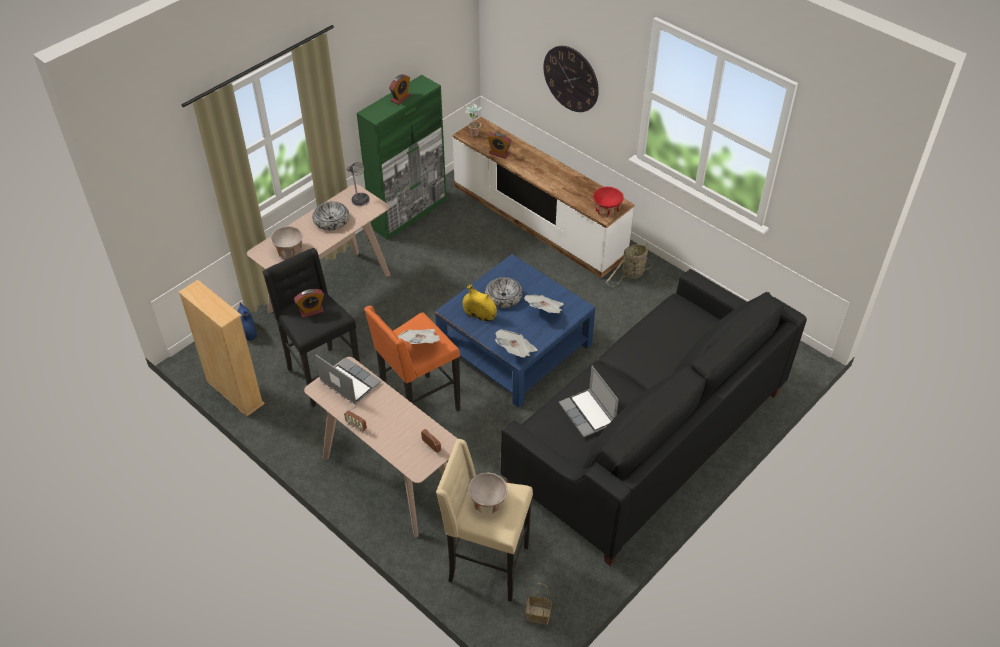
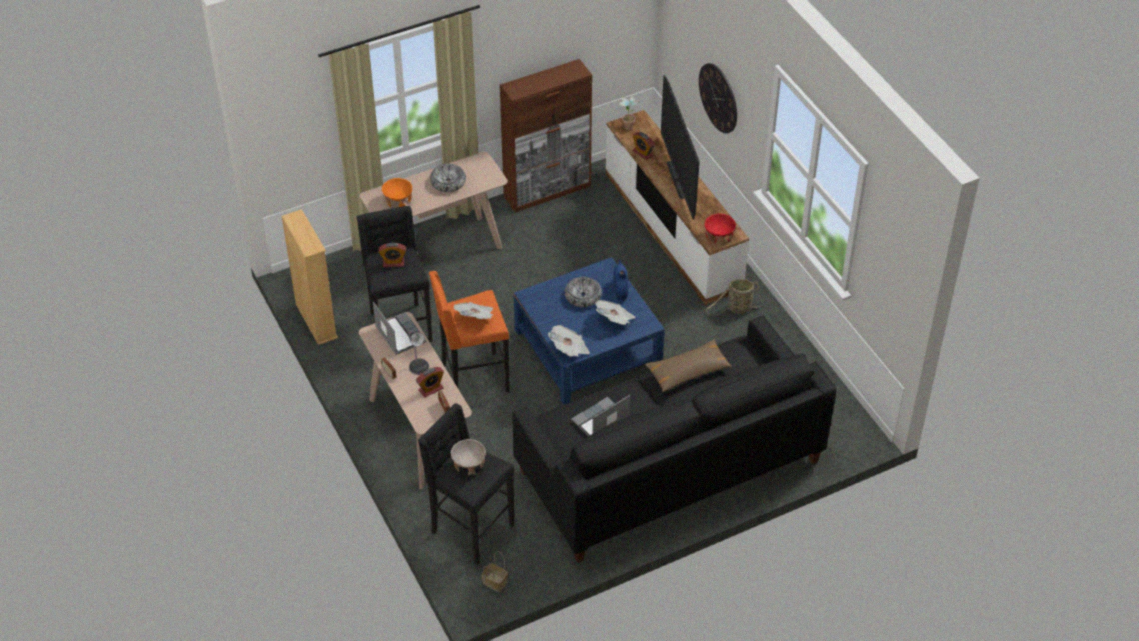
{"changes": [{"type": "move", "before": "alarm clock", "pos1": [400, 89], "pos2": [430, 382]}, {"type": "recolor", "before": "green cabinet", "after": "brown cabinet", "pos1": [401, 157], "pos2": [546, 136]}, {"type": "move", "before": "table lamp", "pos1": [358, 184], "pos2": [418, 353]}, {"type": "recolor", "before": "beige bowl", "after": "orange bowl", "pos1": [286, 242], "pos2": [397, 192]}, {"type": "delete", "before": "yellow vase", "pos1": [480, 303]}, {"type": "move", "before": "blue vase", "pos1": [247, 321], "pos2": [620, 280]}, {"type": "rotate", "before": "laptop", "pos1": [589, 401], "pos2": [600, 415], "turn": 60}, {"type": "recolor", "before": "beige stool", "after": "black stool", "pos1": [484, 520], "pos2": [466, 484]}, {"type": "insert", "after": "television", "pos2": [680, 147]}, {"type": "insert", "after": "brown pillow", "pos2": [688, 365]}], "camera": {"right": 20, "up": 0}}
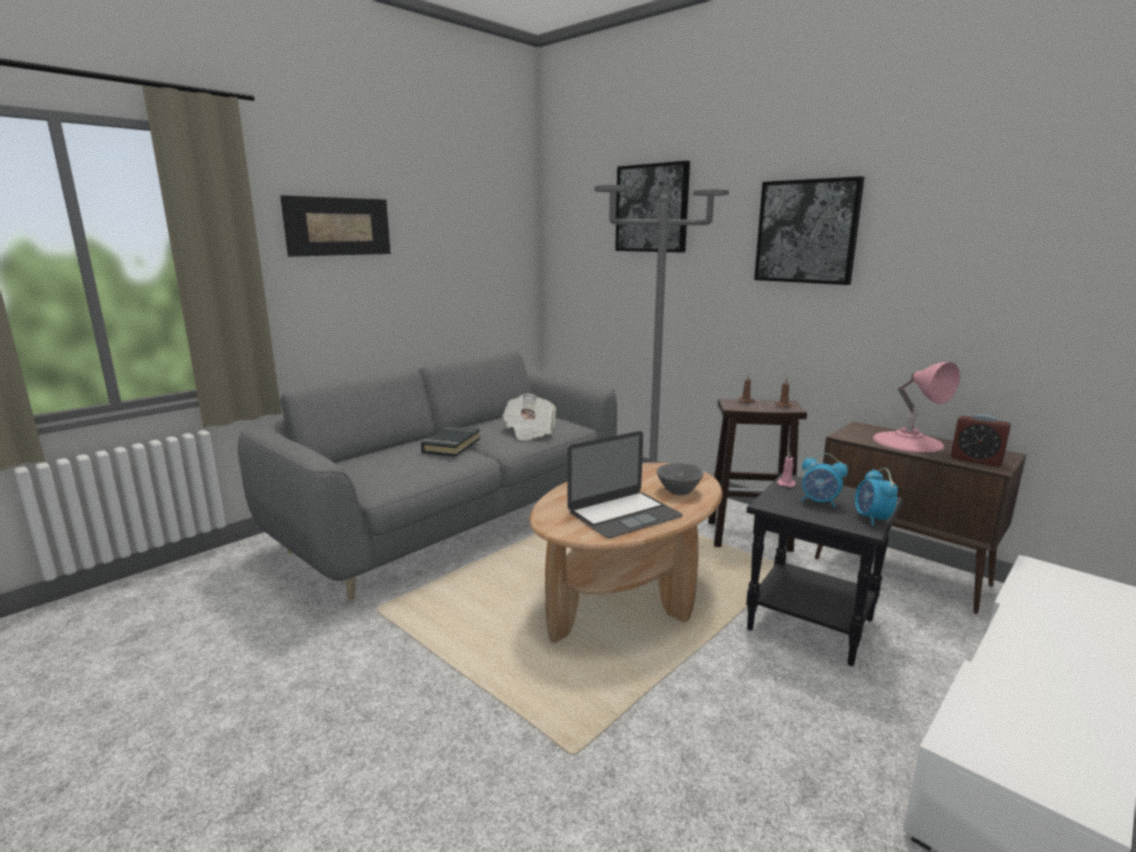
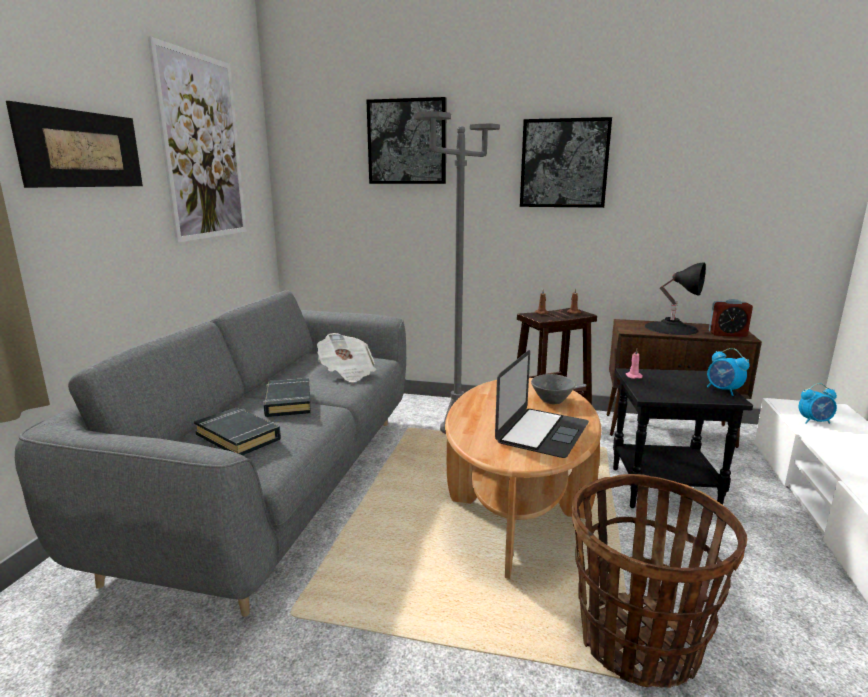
{"changes": [{"type": "recolor", "before": "pink table lamp", "after": "black table lamp", "pos1": [916, 407], "pos2": [675, 298]}, {"type": "move", "before": "alarm clock", "pos1": [824, 480], "pos2": [818, 403]}, {"type": "insert", "after": "picture", "pos2": [197, 139]}, {"type": "insert", "after": "black book", "pos2": [237, 431]}, {"type": "insert", "after": "basket", "pos2": [660, 581]}], "camera": {"right": -30, "up": 0}}
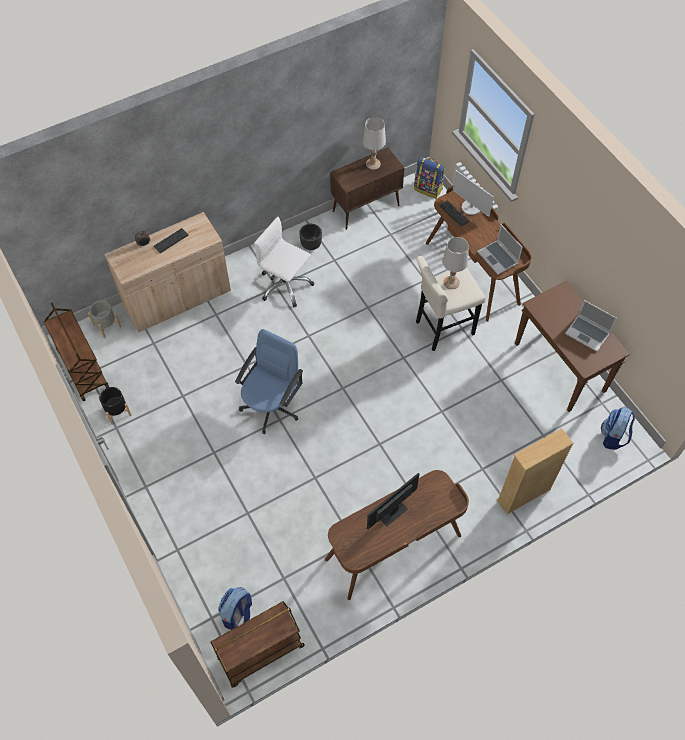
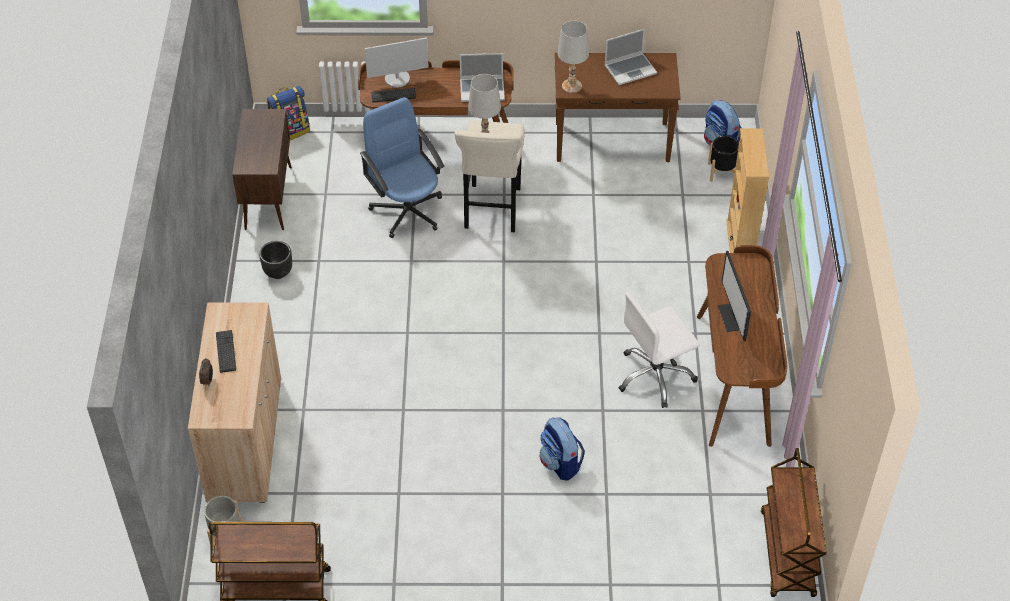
{"changes": [{"type": "move", "before": "white table lamp", "pos1": [374, 143], "pos2": [573, 56]}, {"type": "move", "before": "white office chair", "pos1": [284, 262], "pos2": [659, 350]}, {"type": "move", "before": "blue office chair", "pos1": [269, 381], "pos2": [402, 167]}, {"type": "move", "before": "black planter", "pos1": [115, 406], "pos2": [723, 159]}, {"type": "move", "before": "backpack", "pos1": [235, 608], "pos2": [562, 449]}], "camera": {"right": -60, "up": -10}}
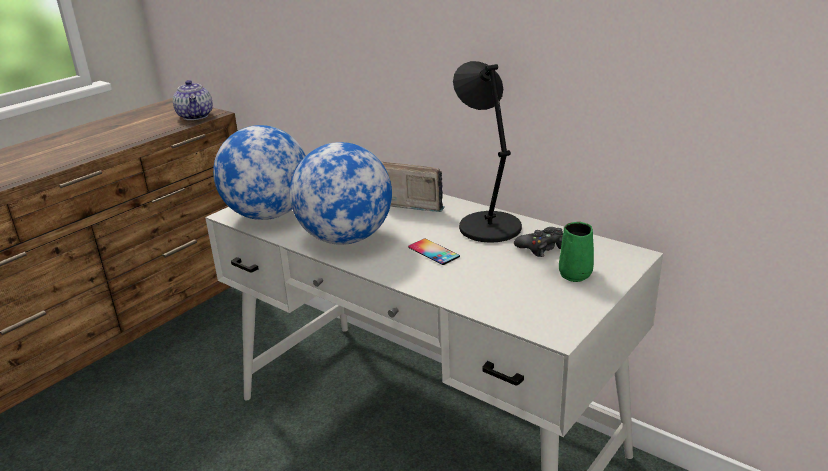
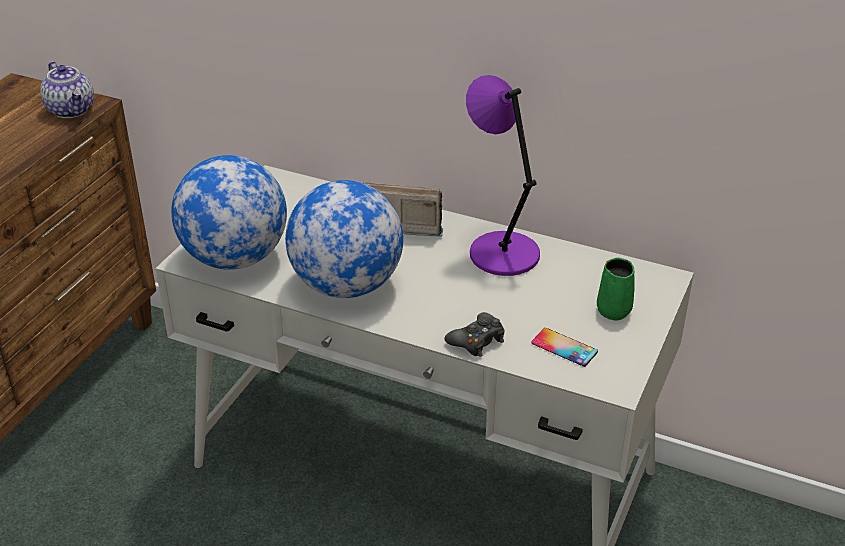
{"changes": [{"type": "recolor", "before": "black table lamp", "after": "purple table lamp", "pos1": [487, 152], "pos2": [503, 175]}, {"type": "move", "before": "black game controller", "pos1": [538, 242], "pos2": [474, 334]}, {"type": "move", "before": "phone", "pos1": [434, 251], "pos2": [564, 347]}], "camera": {"right": -15, "up": 10}}
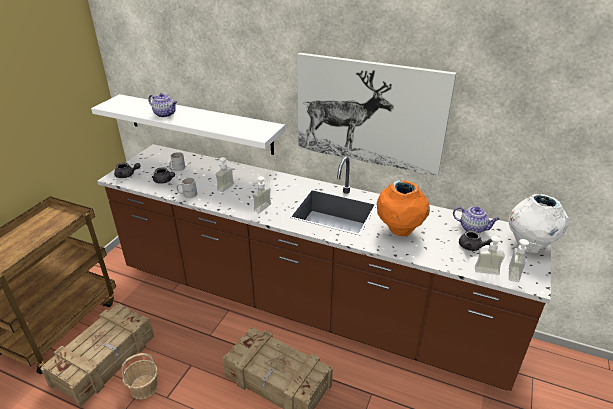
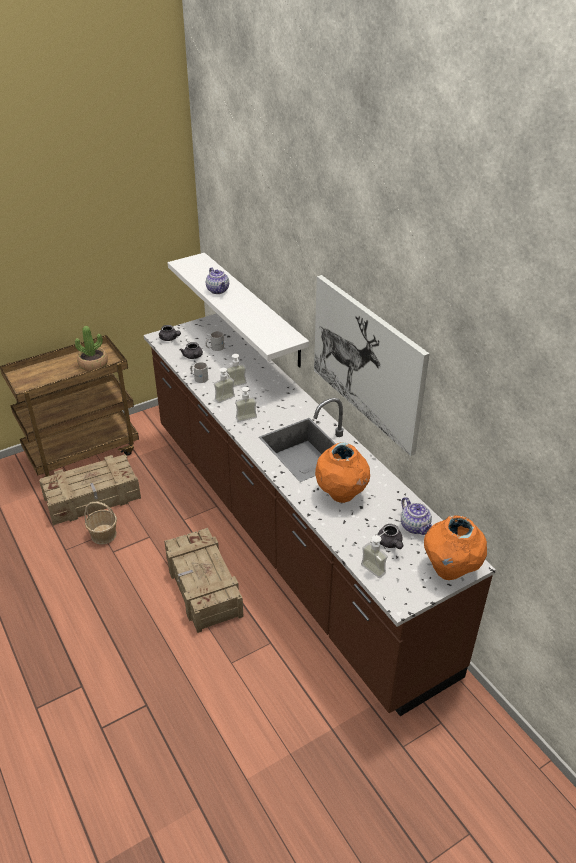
{"changes": [{"type": "recolor", "before": "white vase", "after": "orange vase", "pos1": [538, 223], "pos2": [455, 547]}, {"type": "move", "before": "soap dispenser", "pos1": [525, 260], "pos2": [224, 385]}, {"type": "insert", "after": "potted plant", "pos2": [91, 348]}], "camera": {"right": 35, "up": 5}}
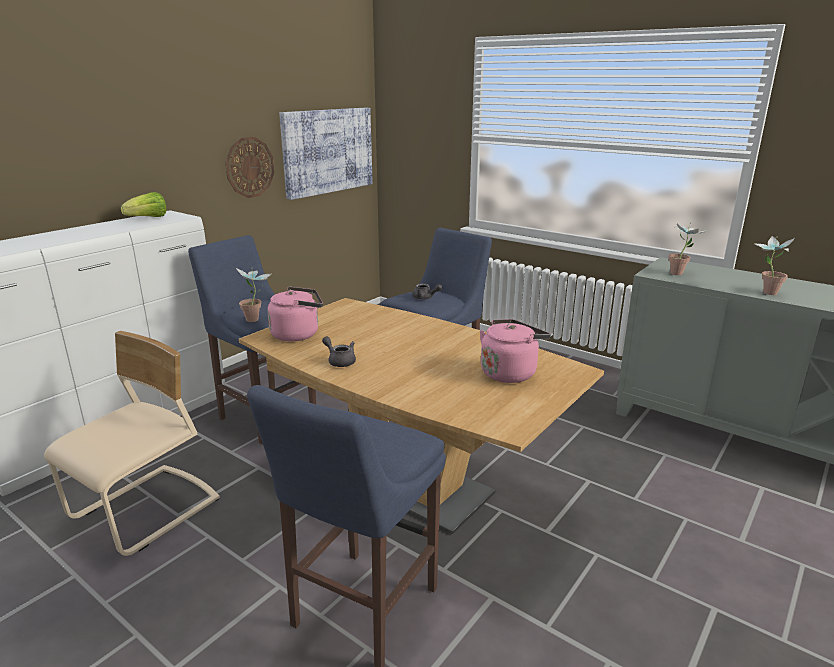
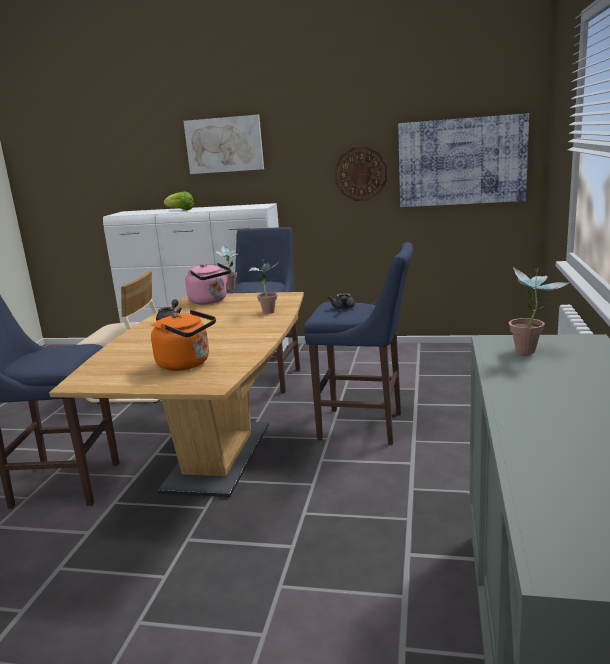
{"changes": [{"type": "move", "before": "lettuce", "pos1": [143, 204], "pos2": [179, 200]}, {"type": "move", "before": "potted plant", "pos1": [774, 265], "pos2": [264, 287]}, {"type": "recolor", "before": "pink kettle", "after": "orange kettle", "pos1": [515, 351], "pos2": [183, 340]}, {"type": "insert", "after": "picture", "pos2": [223, 144]}], "camera": {"right": 65, "up": -5}}
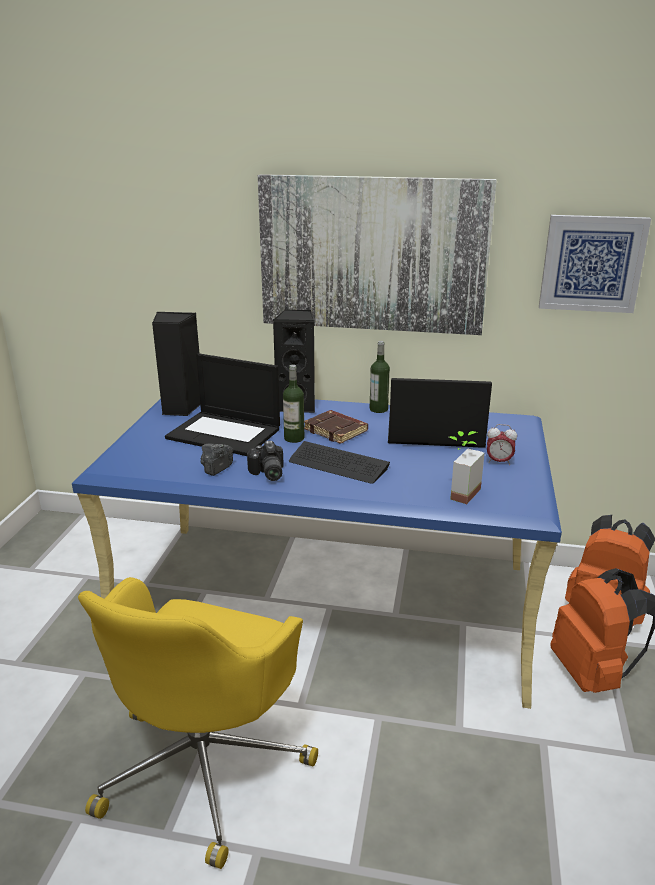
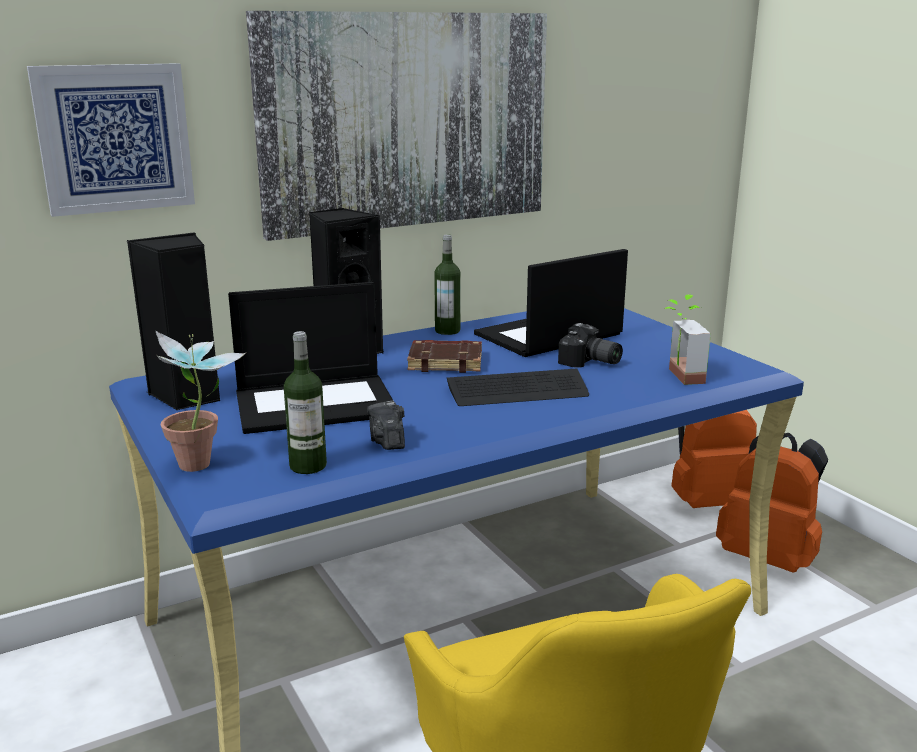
{"changes": [{"type": "move", "before": "picture", "pos1": [595, 264], "pos2": [111, 140]}, {"type": "move", "before": "bottle", "pos1": [293, 404], "pos2": [305, 402]}, {"type": "delete", "before": "alarm clock", "pos1": [502, 444]}, {"type": "move", "before": "photo camera", "pos1": [265, 461], "pos2": [590, 345]}, {"type": "insert", "after": "potted plant", "pos2": [200, 401]}], "camera": {"right": -40, "up": -5}}
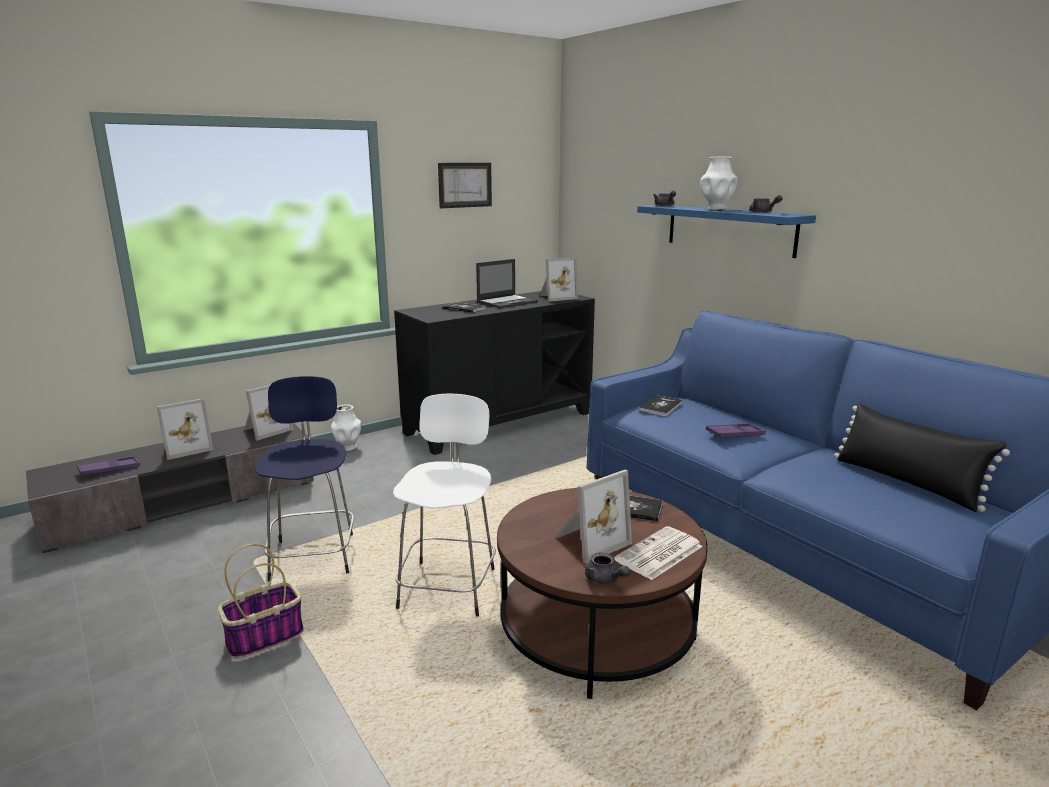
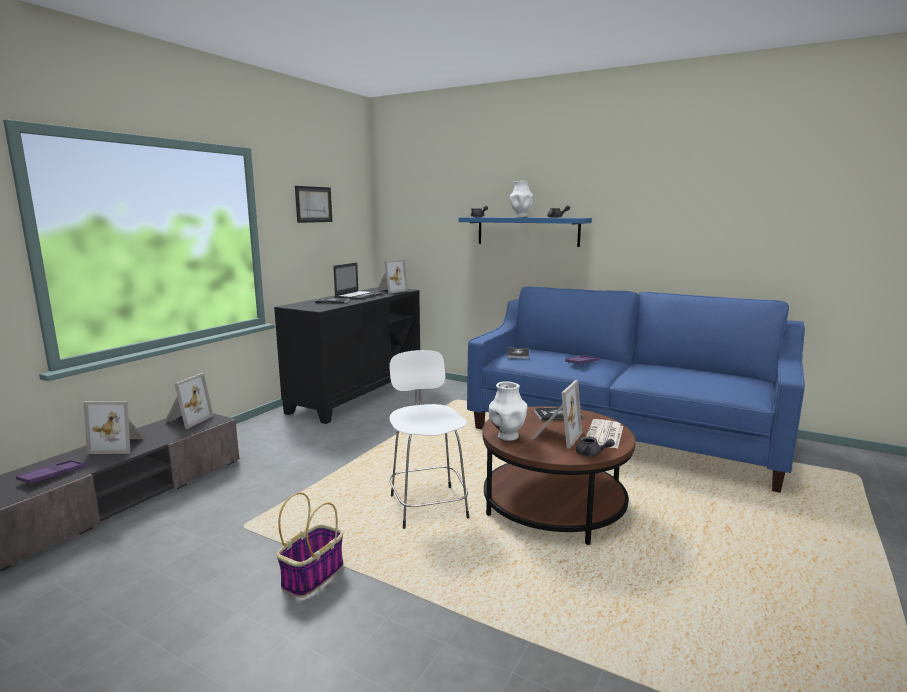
{"changes": [{"type": "delete", "before": "blue stool", "pos1": [304, 478]}, {"type": "rotate", "before": "picture frame", "pos1": [185, 429], "pos2": [114, 427], "turn": 60}, {"type": "delete", "before": "black pillow", "pos1": [922, 457]}, {"type": "move", "before": "white vase", "pos1": [346, 427], "pos2": [508, 411]}], "camera": {"right": -25, "up": -5}}
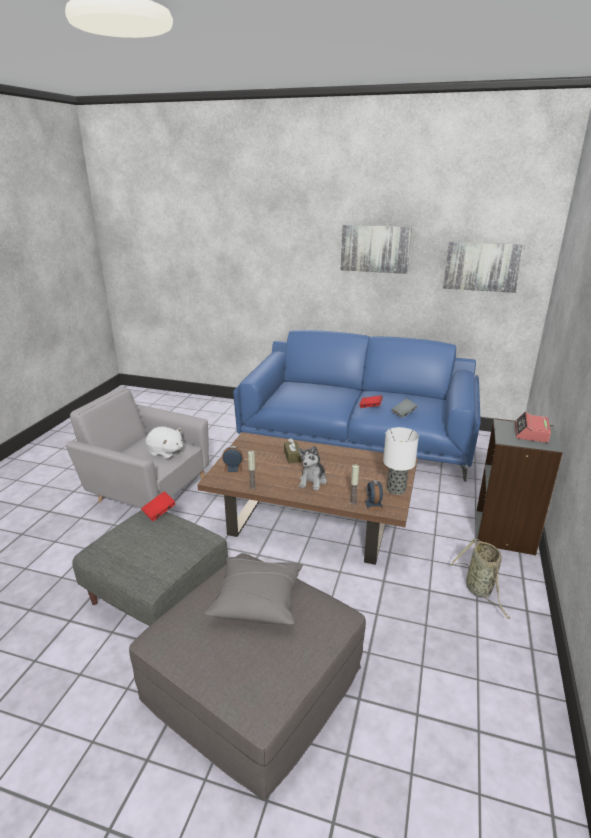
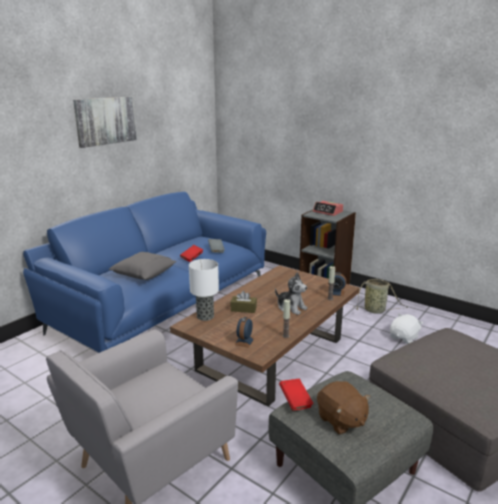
{"changes": [{"type": "delete", "before": "picture", "pos1": [484, 267]}, {"type": "move", "before": "white plush toy", "pos1": [164, 442], "pos2": [406, 328]}, {"type": "move", "before": "table lamp", "pos1": [401, 461], "pos2": [204, 290]}, {"type": "move", "before": "grey pillow", "pos1": [253, 591], "pos2": [142, 266]}, {"type": "insert", "after": "brown plush toy", "pos2": [344, 408]}], "camera": {"right": -70, "up": -5}}
